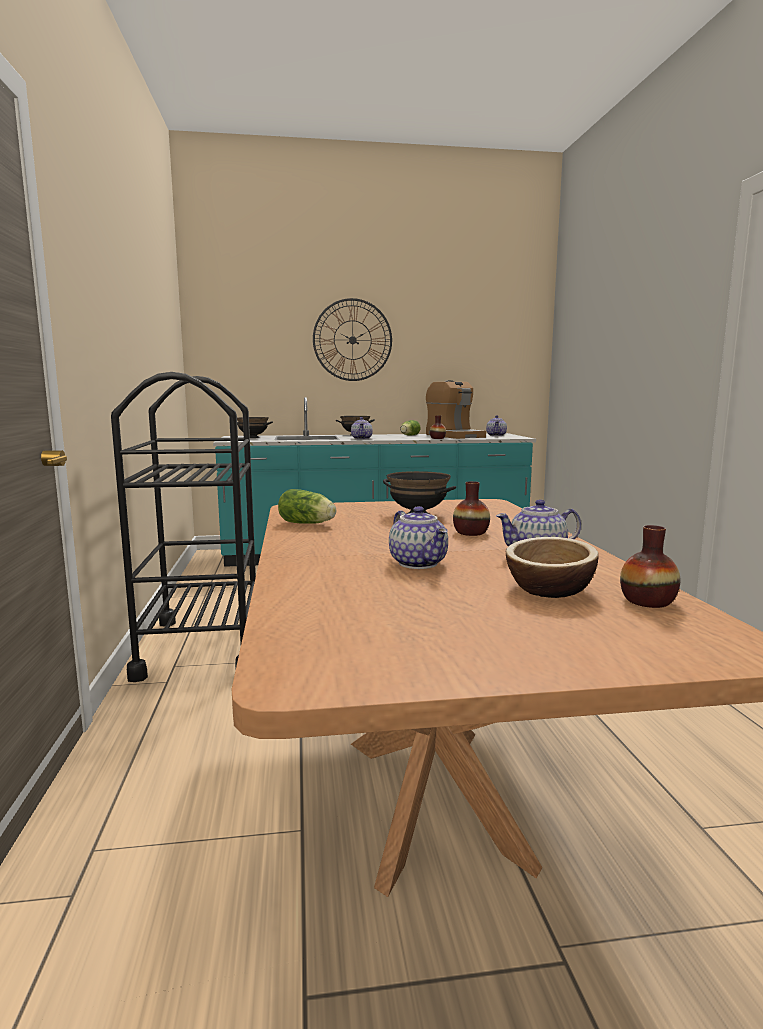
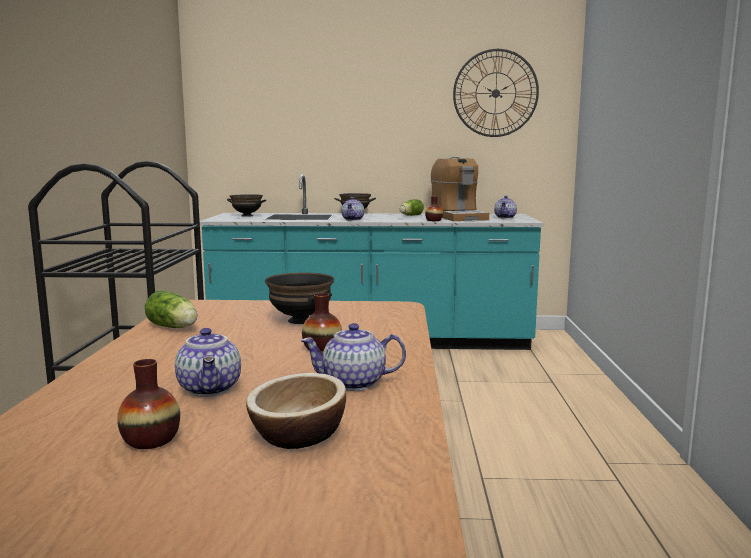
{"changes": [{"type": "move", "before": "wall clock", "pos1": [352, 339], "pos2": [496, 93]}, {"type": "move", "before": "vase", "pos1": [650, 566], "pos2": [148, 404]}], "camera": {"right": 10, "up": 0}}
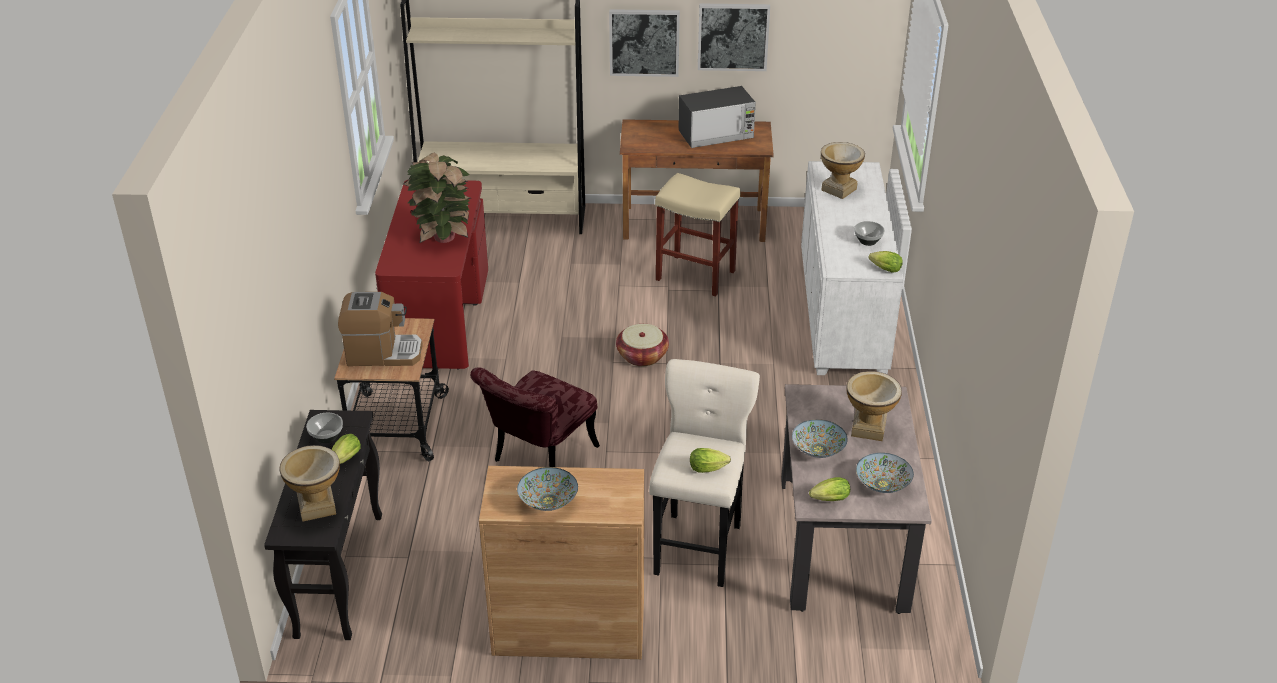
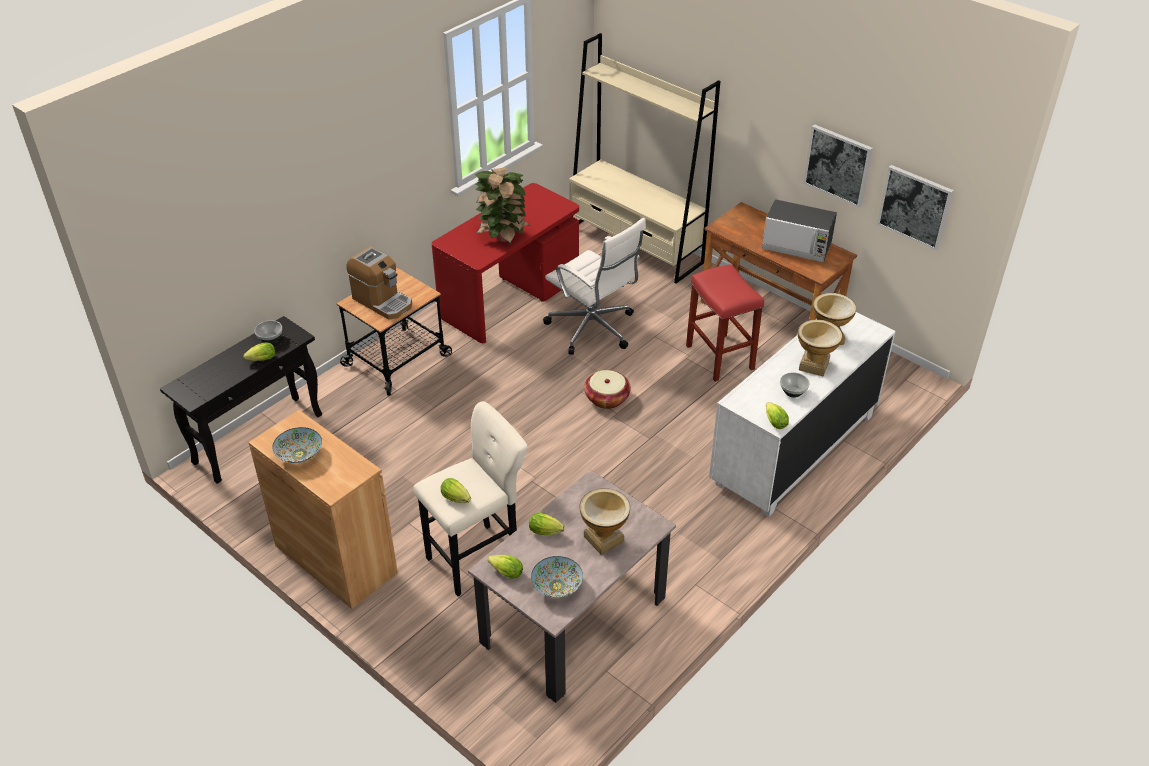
{"changes": [{"type": "move", "before": "picture", "pos1": [644, 43], "pos2": [915, 208]}, {"type": "recolor", "before": "beige stool", "after": "red stool", "pos1": [697, 235], "pos2": [725, 323]}, {"type": "delete", "before": "red chair", "pos1": [535, 417]}, {"type": "replace", "before": "bowl", "after": "lettuce", "pos1": [820, 438], "pos2": [547, 523]}, {"type": "move", "before": "vase", "pos1": [309, 483], "pos2": [820, 348]}, {"type": "insert", "after": "white office chair", "pos2": [594, 286]}], "camera": {"right": 40, "up": 5}}
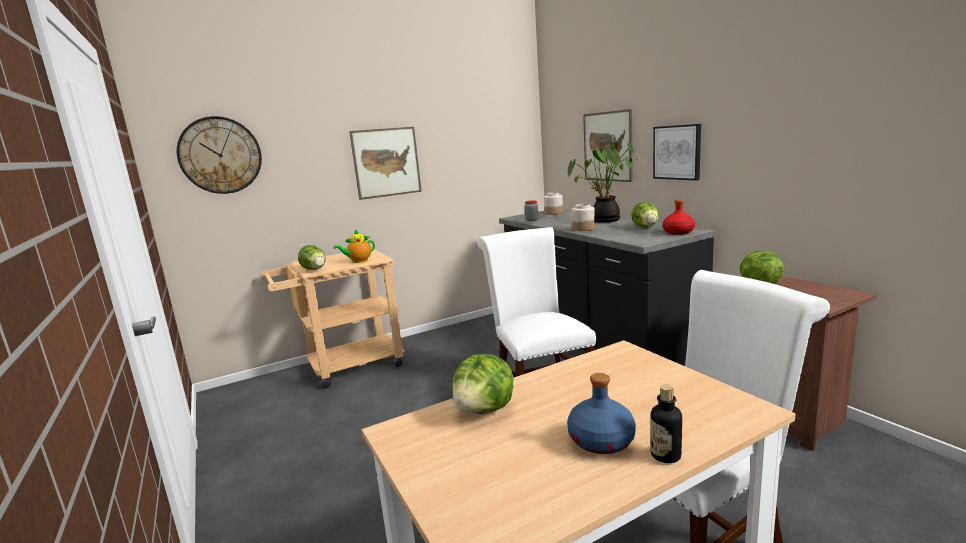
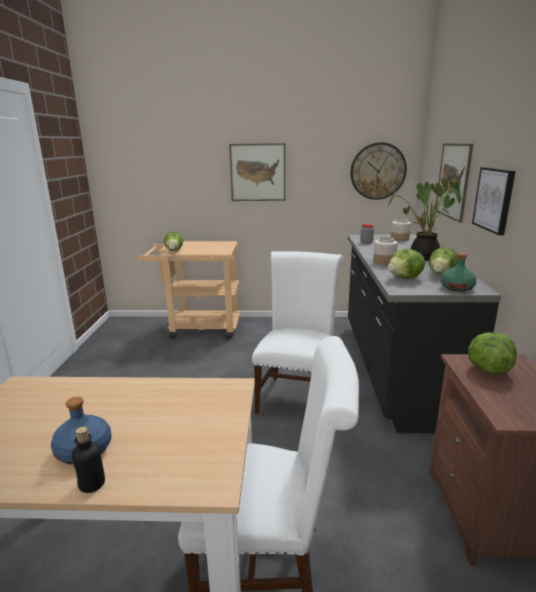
{"changes": [{"type": "move", "before": "wall clock", "pos1": [219, 155], "pos2": [378, 171]}, {"type": "recolor", "before": "red bottle", "after": "green bottle", "pos1": [679, 217], "pos2": [459, 272]}, {"type": "delete", "before": "teapot", "pos1": [354, 246]}, {"type": "move", "before": "lettuce", "pos1": [483, 384], "pos2": [406, 264]}], "camera": {"right": 30, "up": 5}}
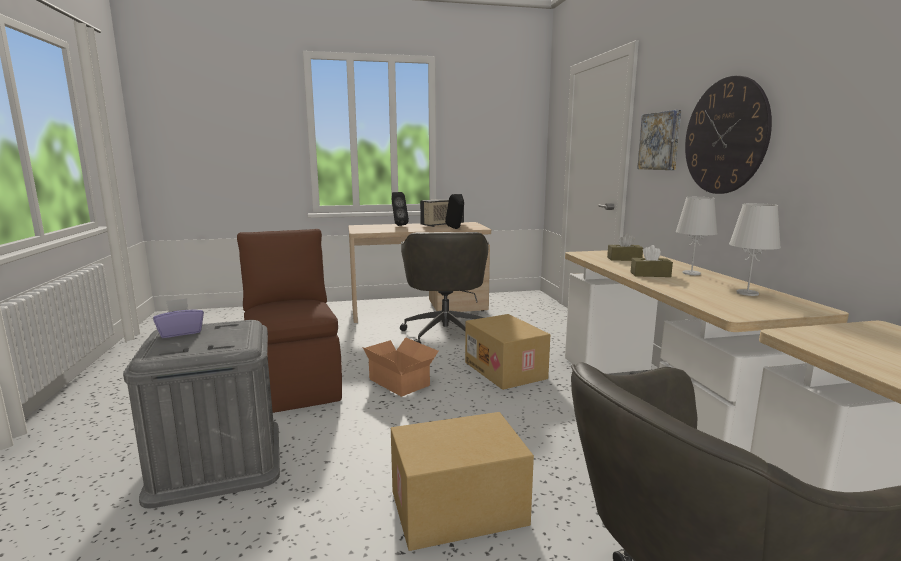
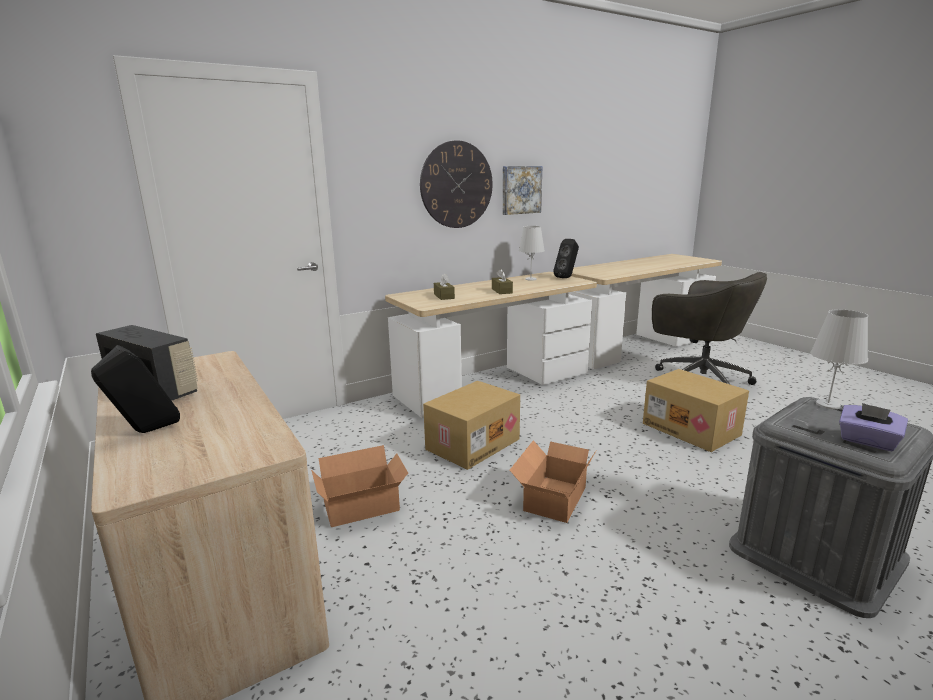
{"changes": [{"type": "move", "before": "picture", "pos1": [659, 140], "pos2": [523, 190]}, {"type": "move", "before": "black speaker", "pos1": [454, 211], "pos2": [566, 258]}, {"type": "move", "before": "white table lamp", "pos1": [696, 236], "pos2": [839, 359]}, {"type": "delete", "before": "brown chair", "pos1": [289, 321]}, {"type": "replace", "before": "grey office chair", "after": "cardboard box", "pos1": [444, 287], "pos2": [359, 486]}], "camera": {"right": -110, "up": 5}}
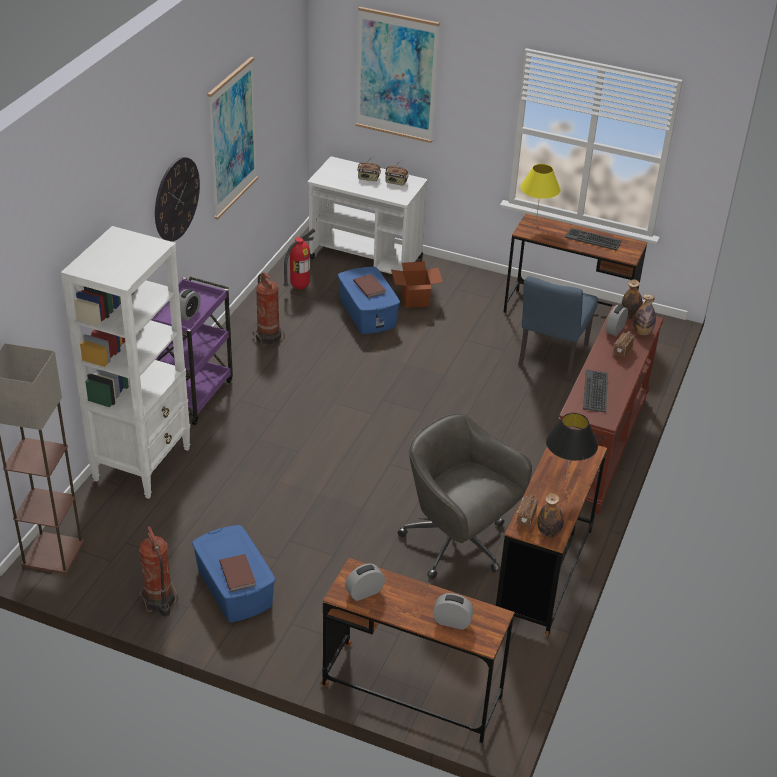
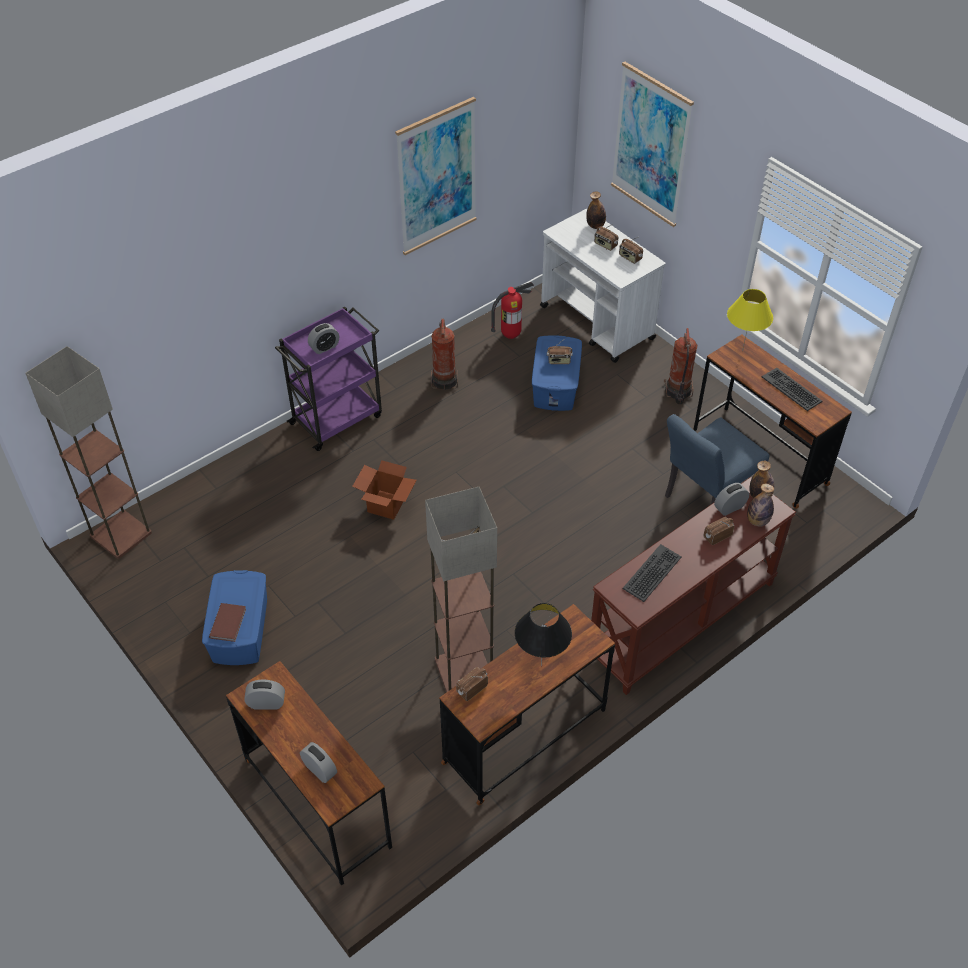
{"changes": [{"type": "delete", "before": "wall clock", "pos1": [177, 199]}, {"type": "delete", "before": "white bookcase", "pos1": [125, 362]}, {"type": "move", "before": "cardboard box", "pos1": [417, 284], "pos2": [384, 490]}, {"type": "replace", "before": "brown book", "after": "radio", "pos1": [369, 286], "pos2": [560, 352]}, {"type": "replace", "before": "grey office chair", "after": "floor lamp", "pos1": [465, 496], "pos2": [461, 589]}, {"type": "move", "before": "bottle", "pos1": [550, 515], "pos2": [596, 210]}, {"type": "move", "before": "fire extinguisher", "pos1": [158, 572], "pos2": [681, 366]}], "camera": {"right": 30, "up": 10}}
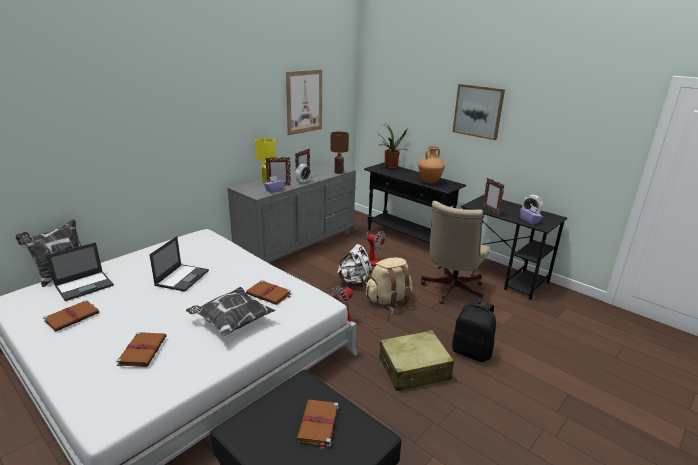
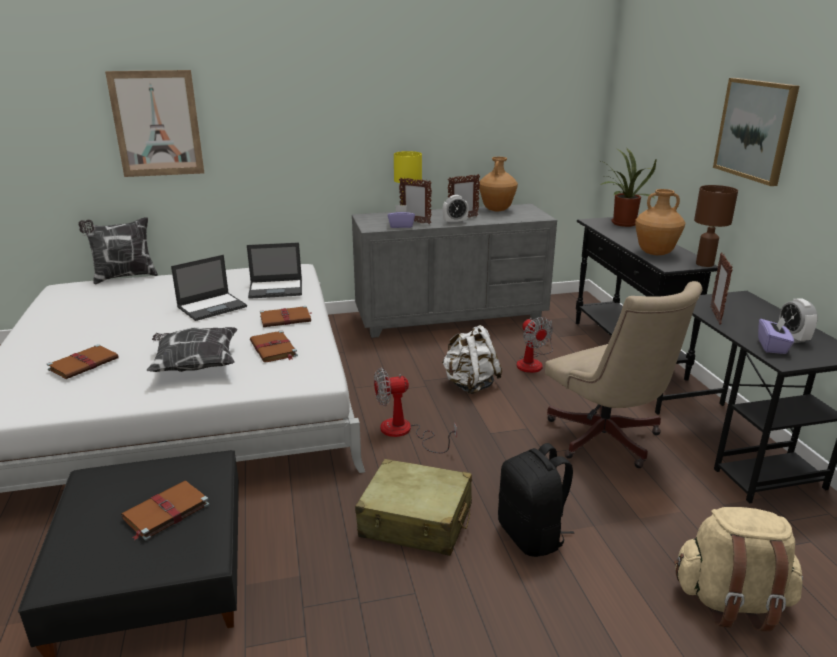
{"changes": [{"type": "move", "before": "picture", "pos1": [304, 102], "pos2": [154, 123]}, {"type": "move", "before": "brown table lamp", "pos1": [339, 153], "pos2": [716, 226]}, {"type": "rotate", "before": "beige office chair", "pos1": [455, 252], "pos2": [624, 374], "turn": -90}, {"type": "move", "before": "laptop", "pos1": [80, 271], "pos2": [274, 271]}, {"type": "move", "before": "beige backpack", "pos1": [389, 283], "pos2": [738, 569]}, {"type": "move", "before": "brown book", "pos1": [71, 316], "pos2": [286, 316]}, {"type": "insert", "after": "brown vase", "pos2": [498, 184]}], "camera": {"right": 35, "up": 0}}
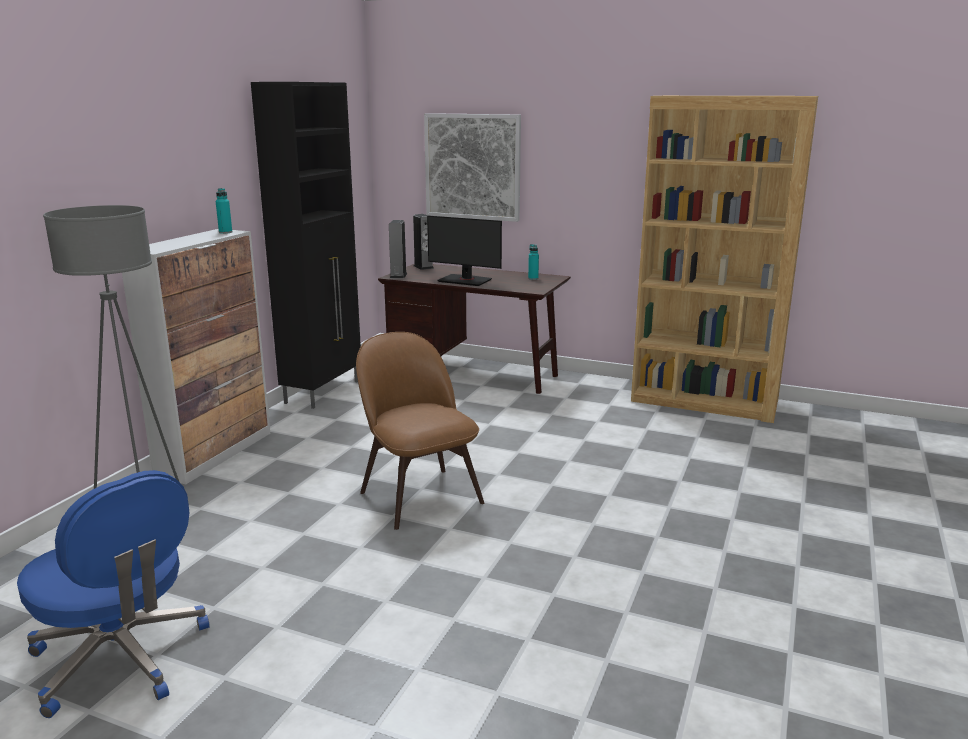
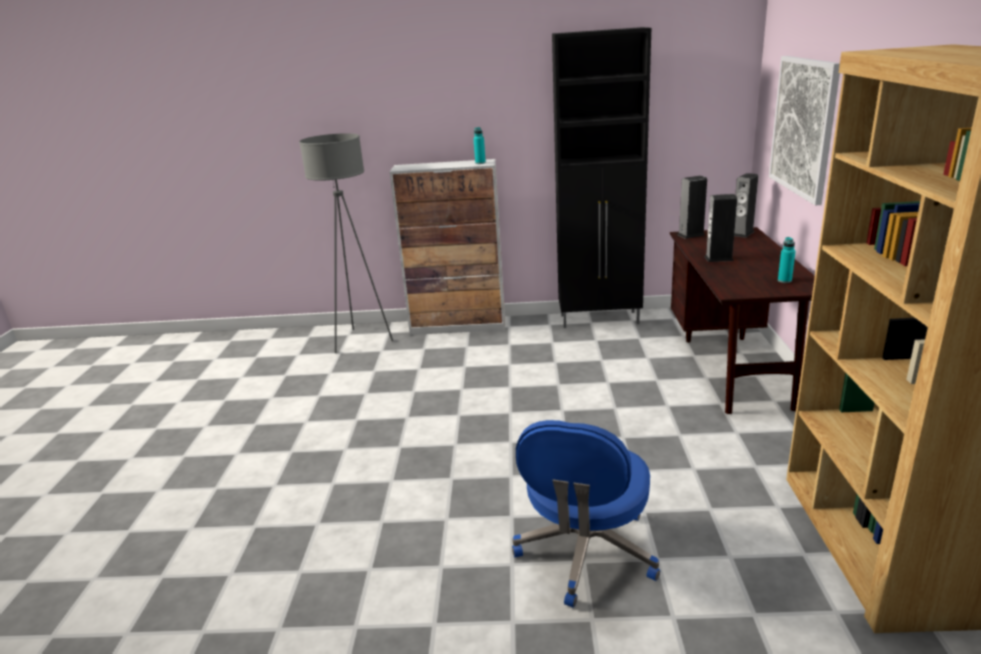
{"changes": [{"type": "replace", "before": "monitor", "after": "speaker", "pos1": [464, 251], "pos2": [720, 228]}, {"type": "delete", "before": "brown chair", "pos1": [420, 431]}, {"type": "move", "before": "blue office chair", "pos1": [113, 594], "pos2": [586, 514]}], "camera": {"right": 70, "up": 5}}
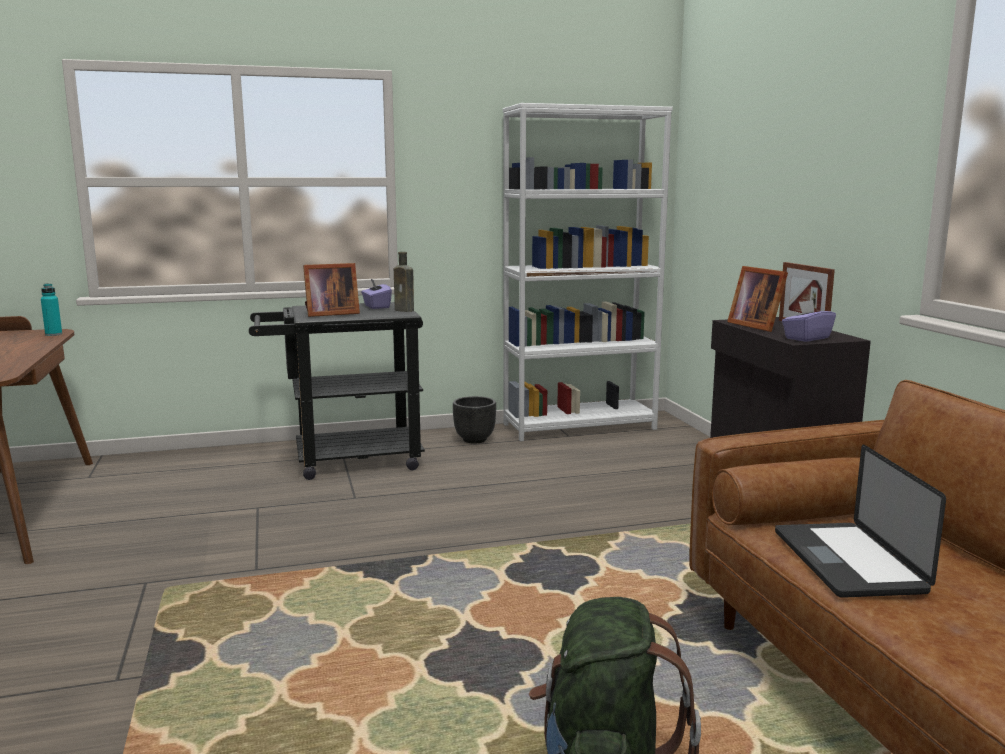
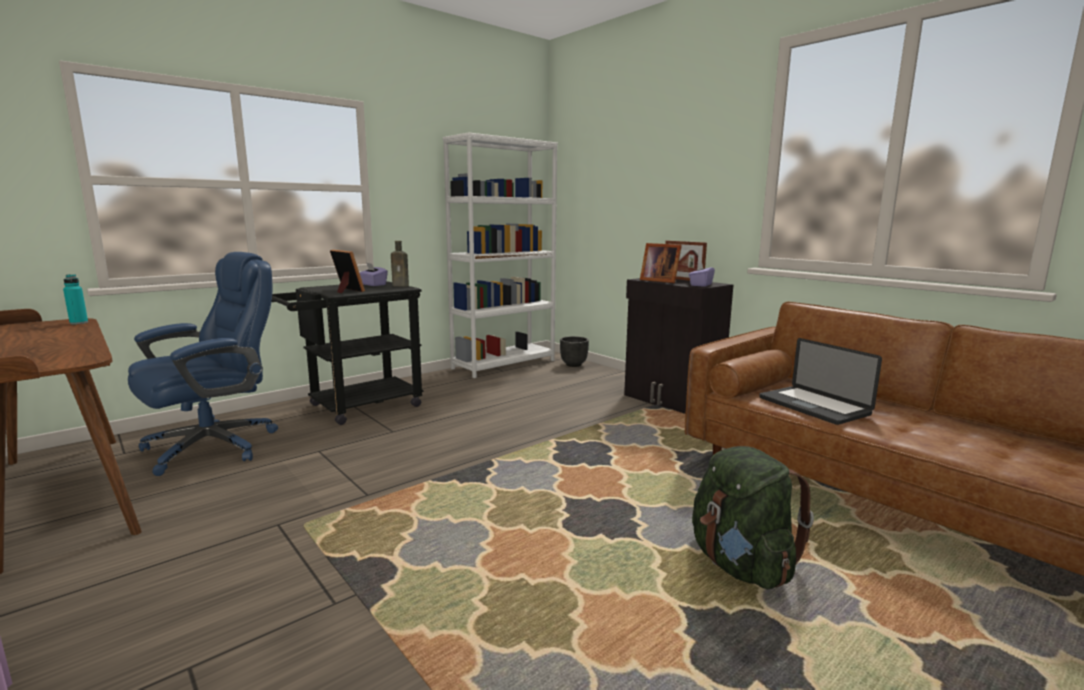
{"changes": [{"type": "rotate", "before": "picture frame", "pos1": [331, 290], "pos2": [347, 272], "turn": -90}, {"type": "move", "before": "black planter", "pos1": [474, 420], "pos2": [574, 351]}, {"type": "insert", "after": "blue office chair", "pos2": [203, 364]}], "camera": {"right": -25, "up": 0}}
